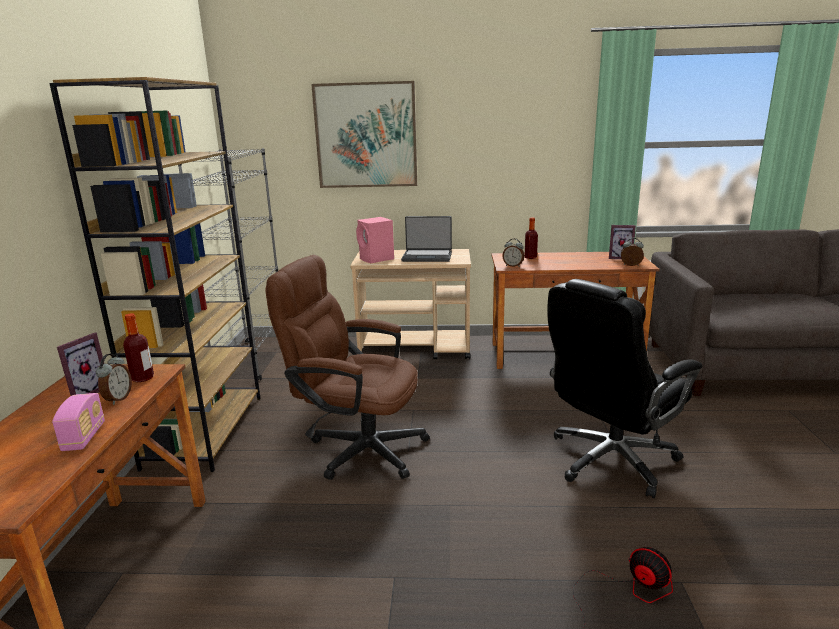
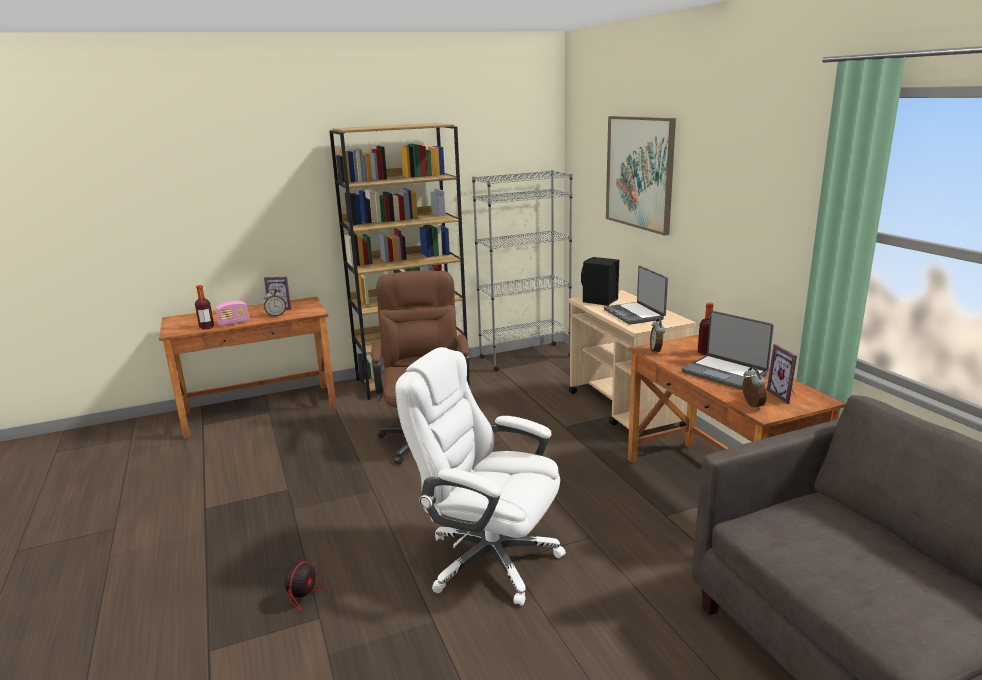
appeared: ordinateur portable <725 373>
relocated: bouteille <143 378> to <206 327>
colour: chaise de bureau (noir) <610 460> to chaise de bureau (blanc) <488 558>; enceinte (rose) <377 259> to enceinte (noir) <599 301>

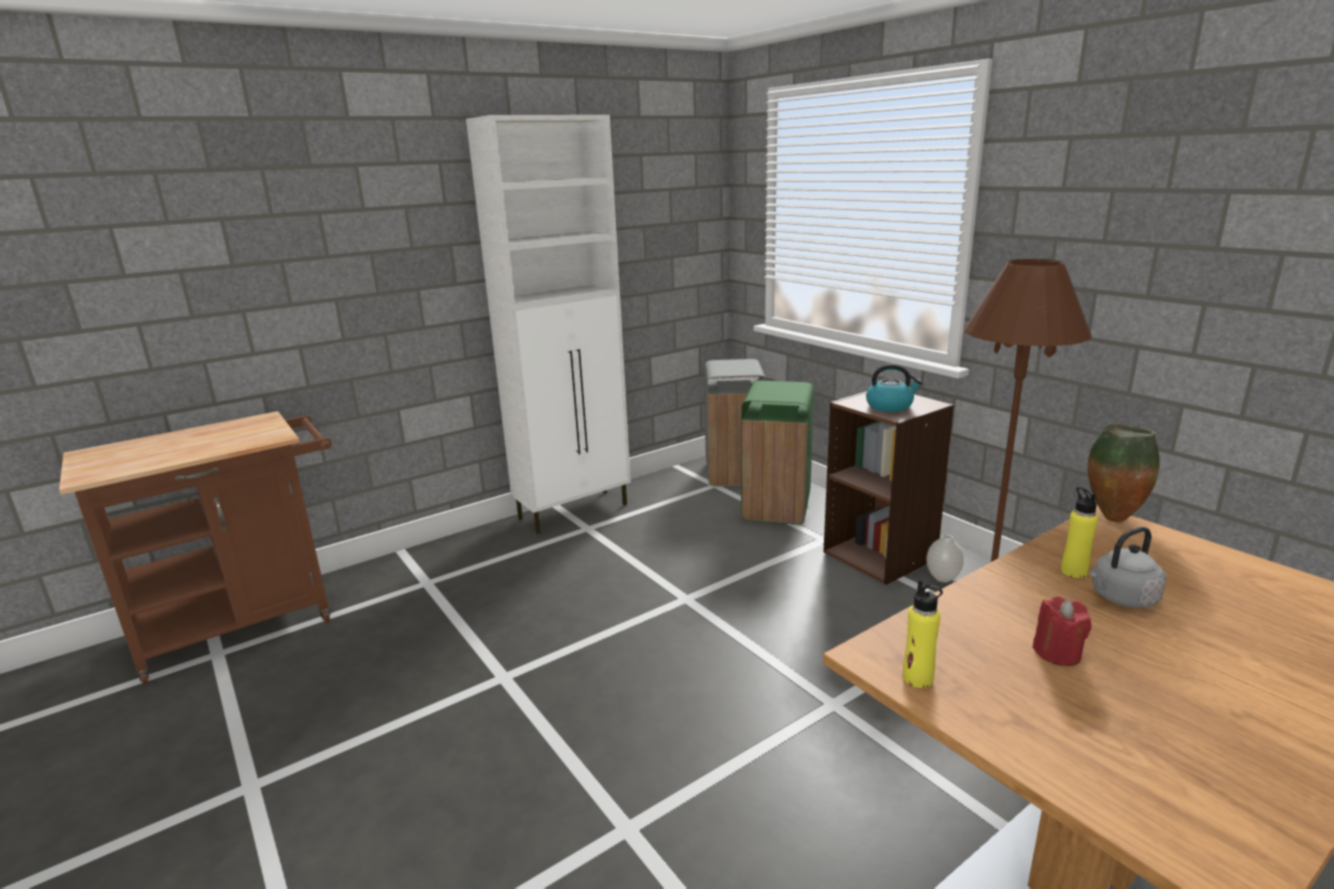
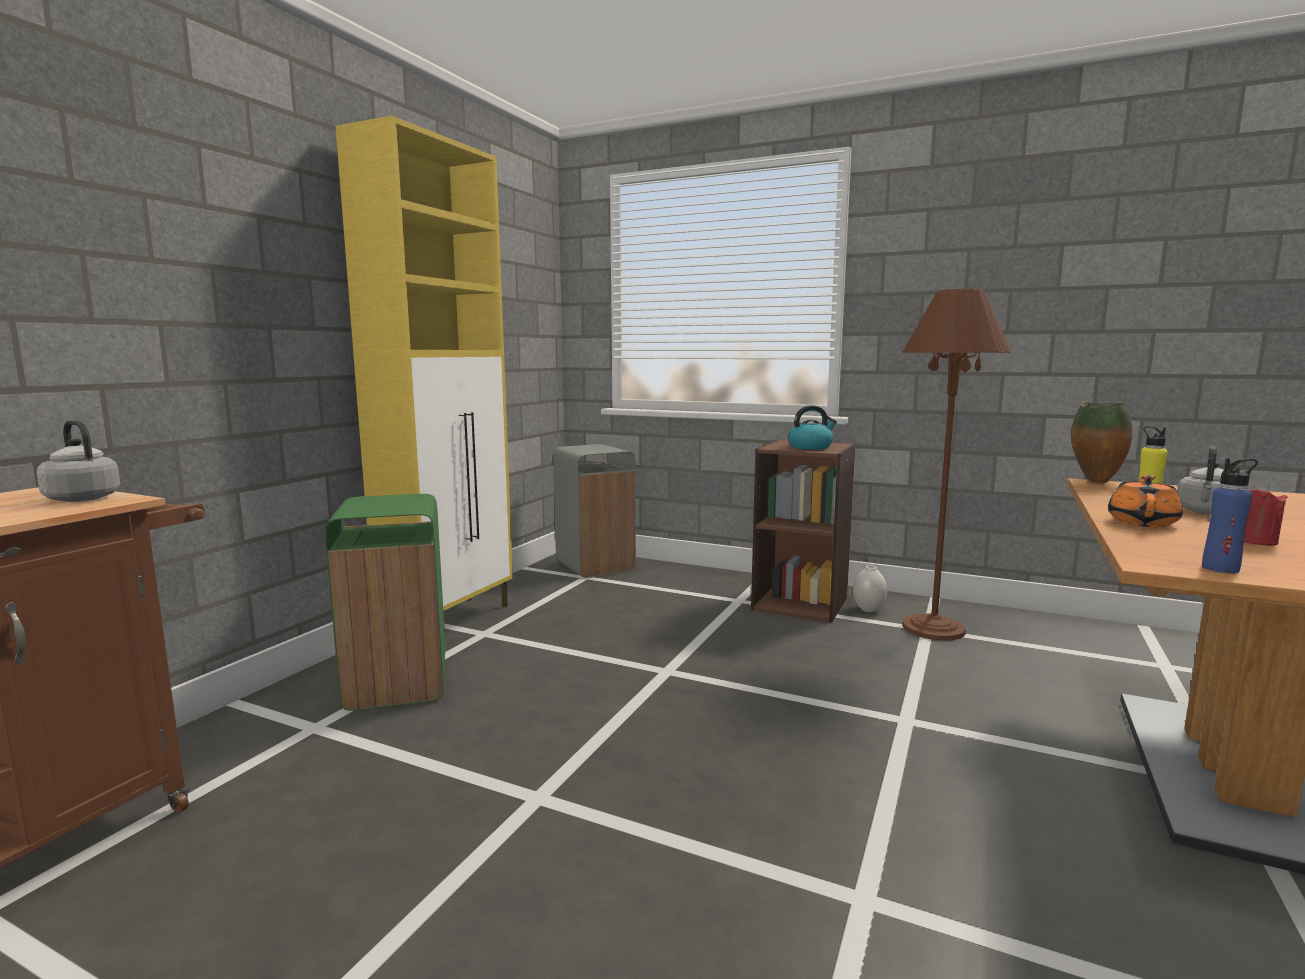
appeared: bouilloire (gris) <81 498>; théière (orange) <1142 522>
relocated: poubelle (vert) <777 508> to <399 682>
colour: meuble de rangement (blanc) <575 511> to meuble de rangement (jaune) <450 621>; bouteille (jaune) <917 678> to bouteille (bleu) <1220 569>

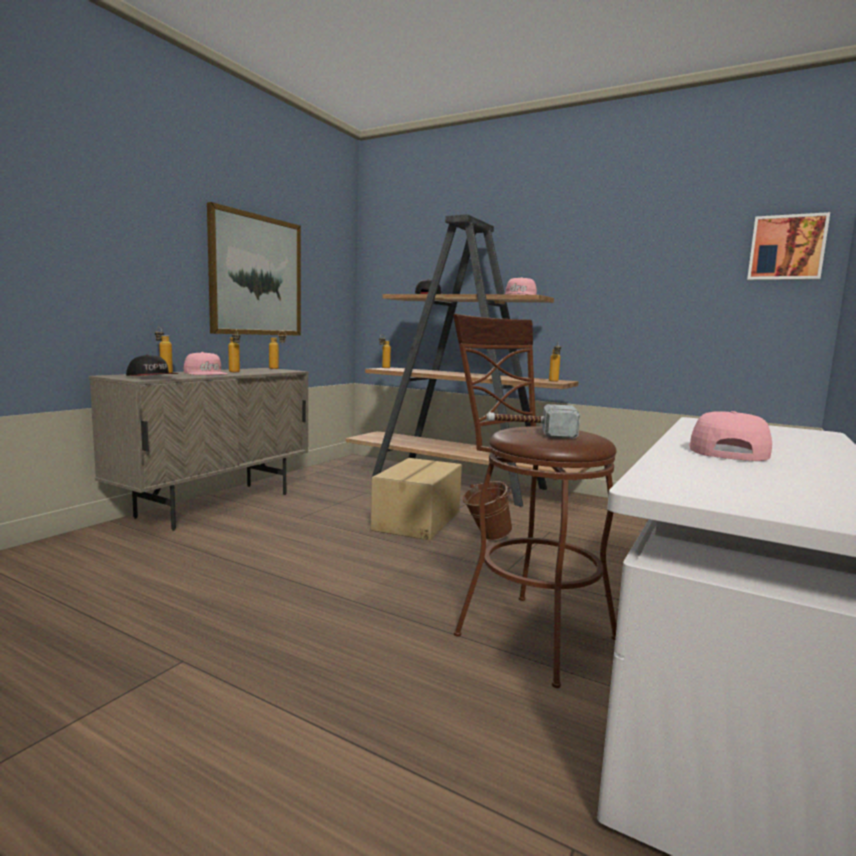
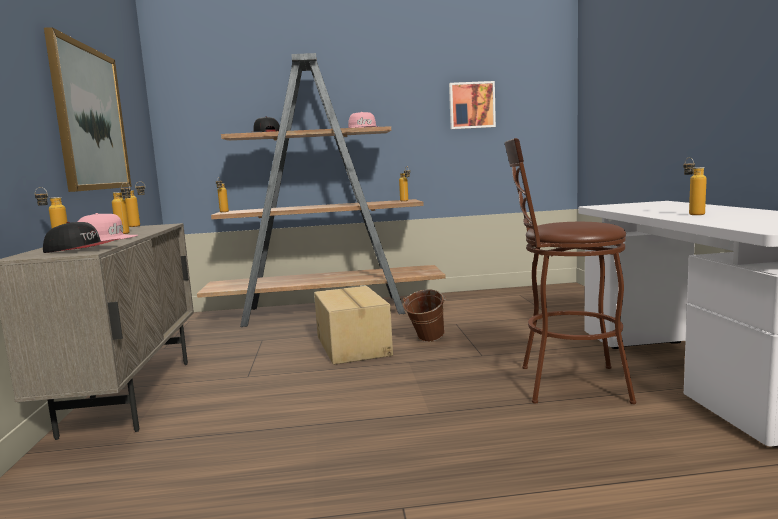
missing: marteau <531 433>
relocated: tableau <786 248> to <471 105>
exchanged: casquette (rose) <725 451> to bouteille <692 214>

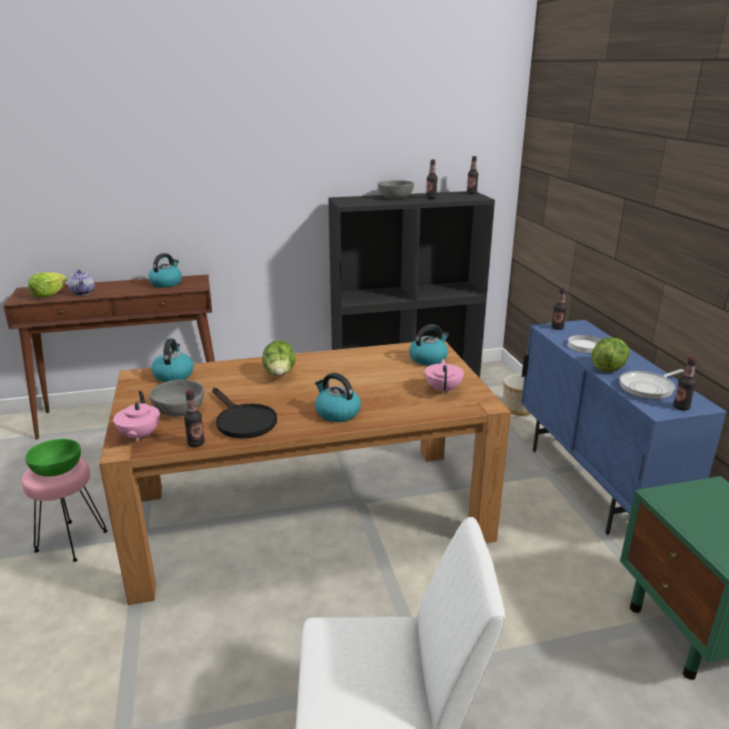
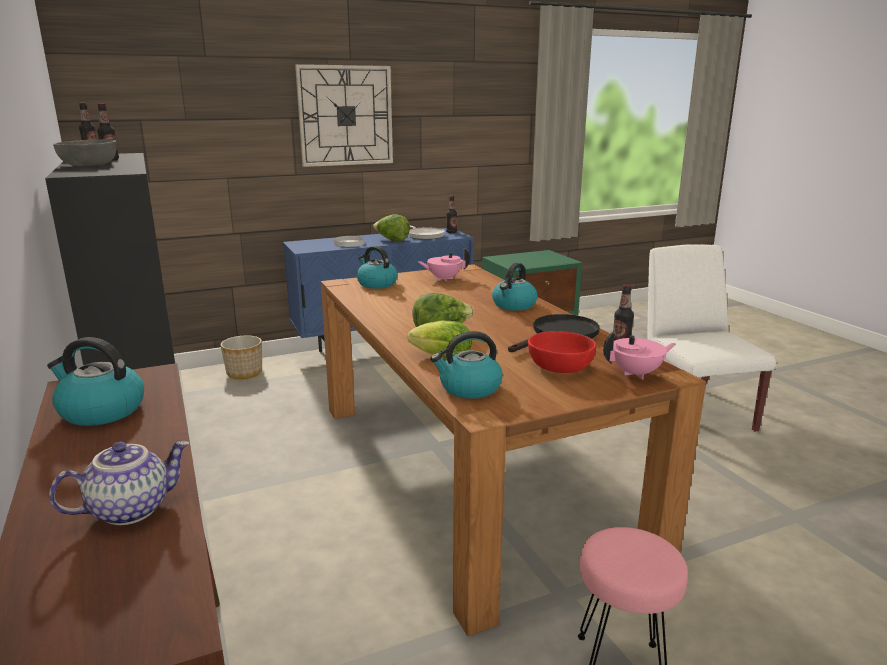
missing: bol (vert) <57 468>; bouteille <557 328>
appeared: horloge murale <345 116>
relocated: laitue <48 295> to <443 358>
colour: bol (gris) <179 409> to bol (rouge) <560 366>

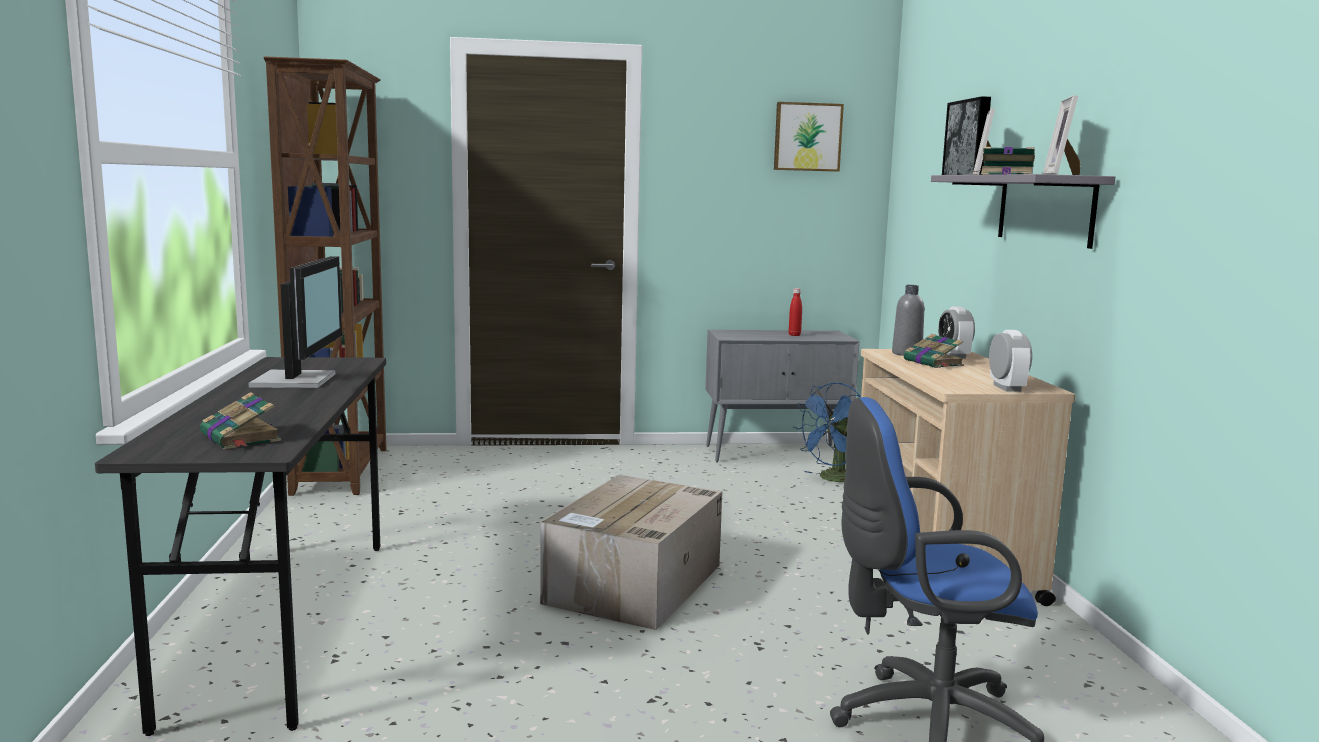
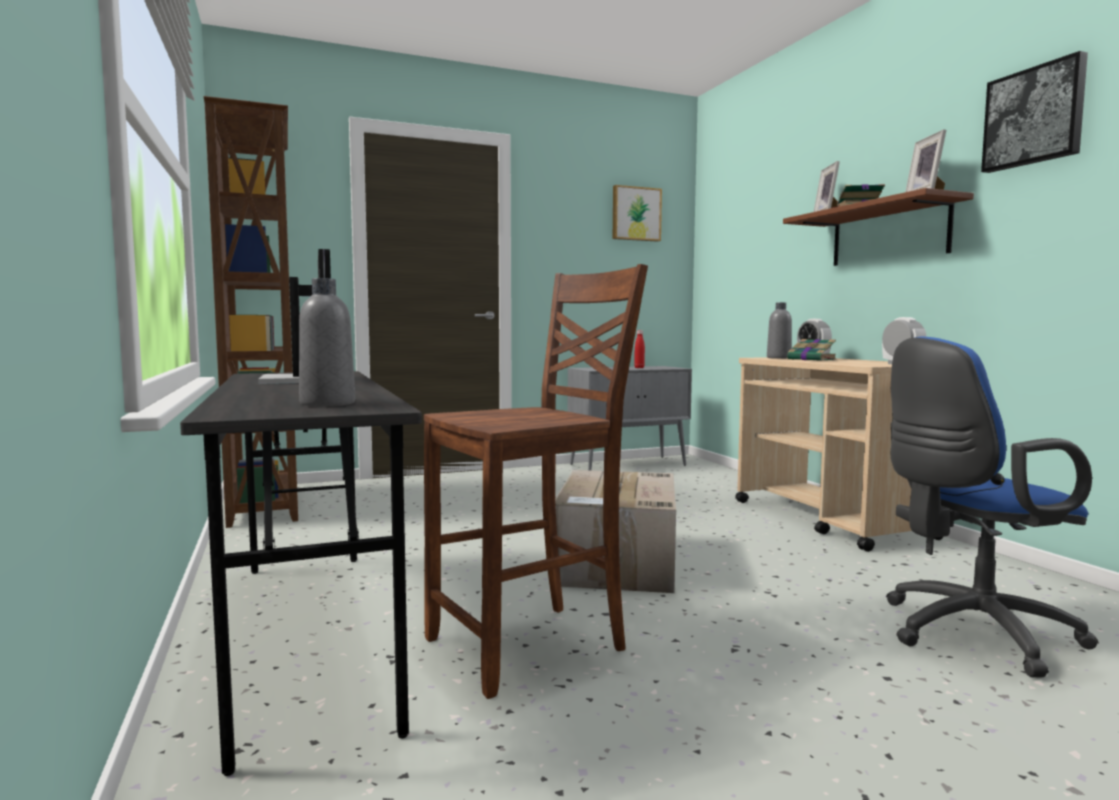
missing: ventilateur (bleu) <833 479>
appeared: chaise (marron) <531 646>
relocated: tableau <969 141> to <1034 116>
exchanged: livre <241 438> to bouteille (gris) <327 403>
colour: étagère (gris) <1045 209> to étagère (marron) <888 234>

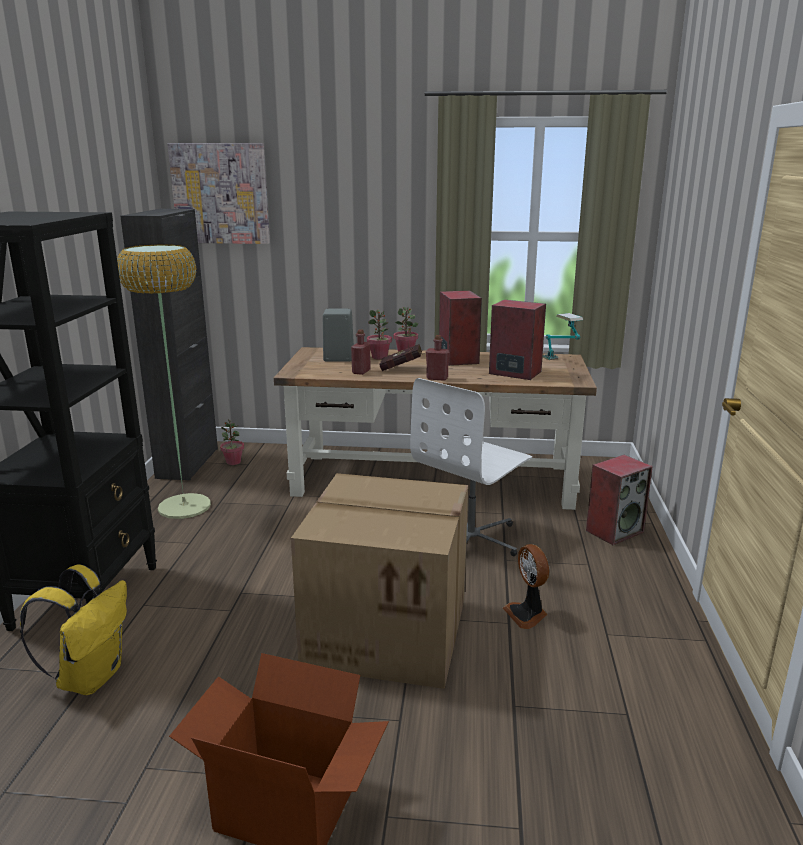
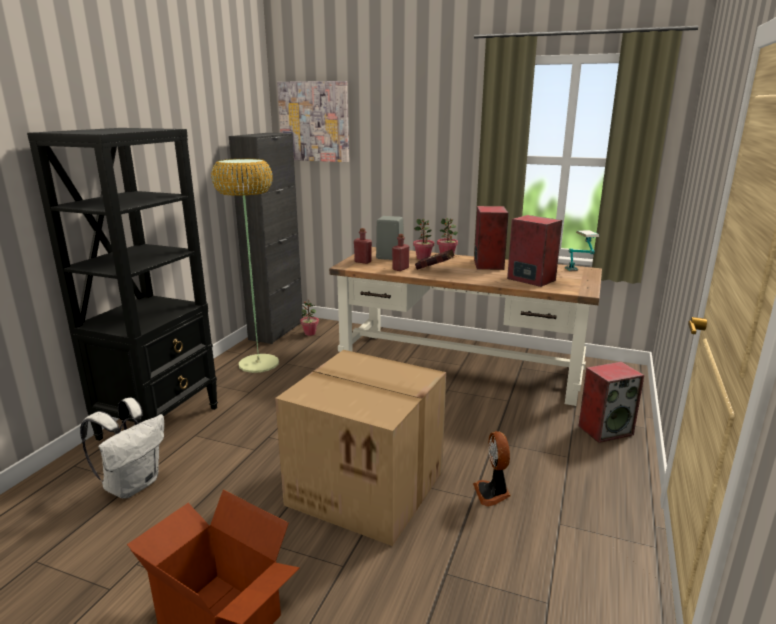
missing: chaise de bureau (blanc) <471 539>
relocated: bouteille (rouge) <437 378> to <363 262>
colour: sac à dos (jaune) <90 676> to sac à dos (blanc) <133 484>

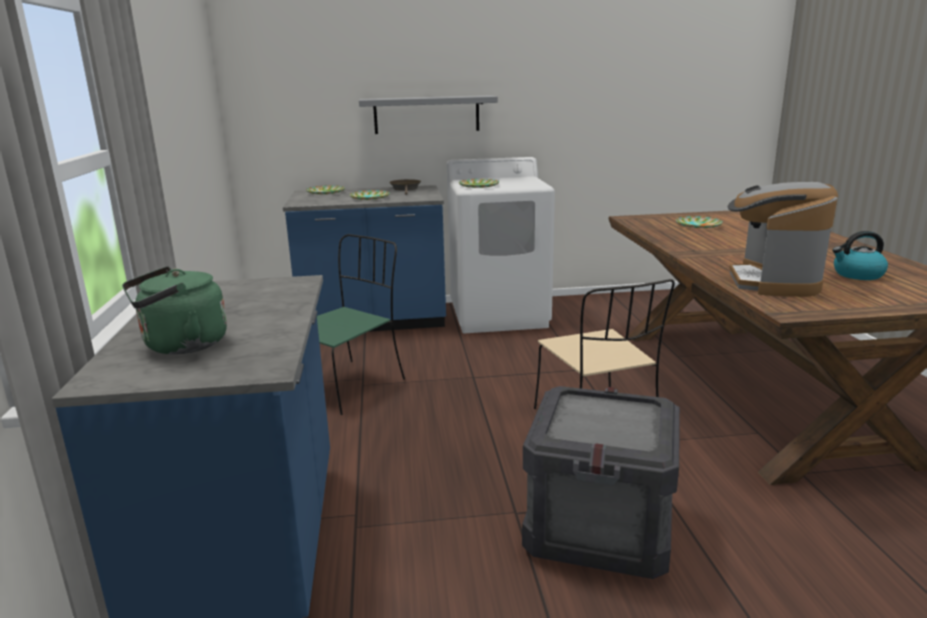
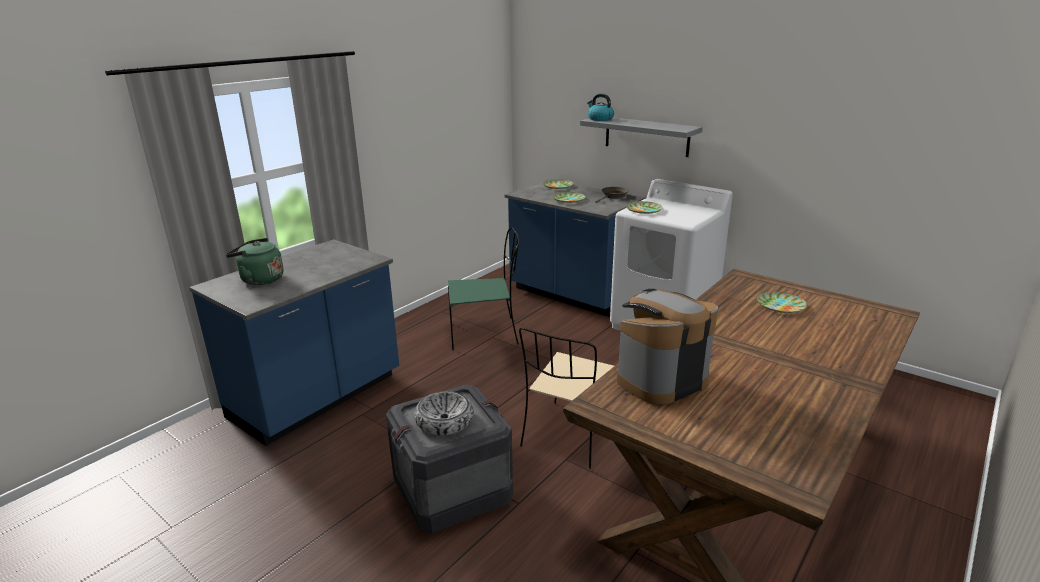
appeared: bol <444 421>
relocated: bouilloire <857 275> to <600 119>

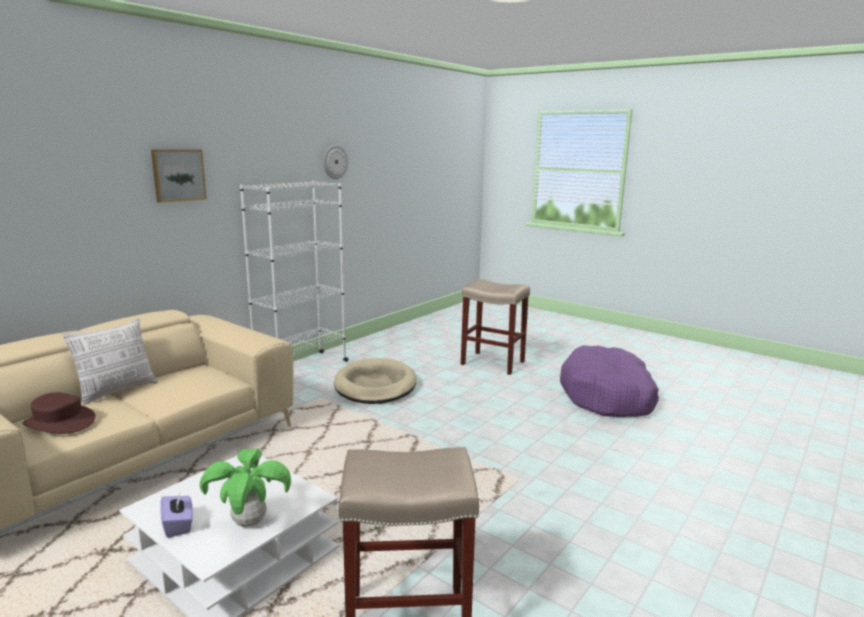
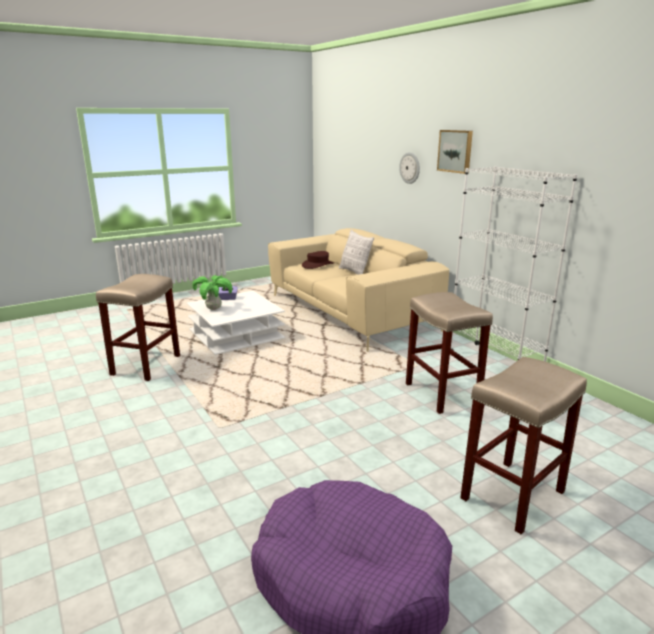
relocated: horloge murale <335 162> to <410 168>
exchanged: panier pour chien (beige) <375 385> to tabouret (beige) <441 393>

